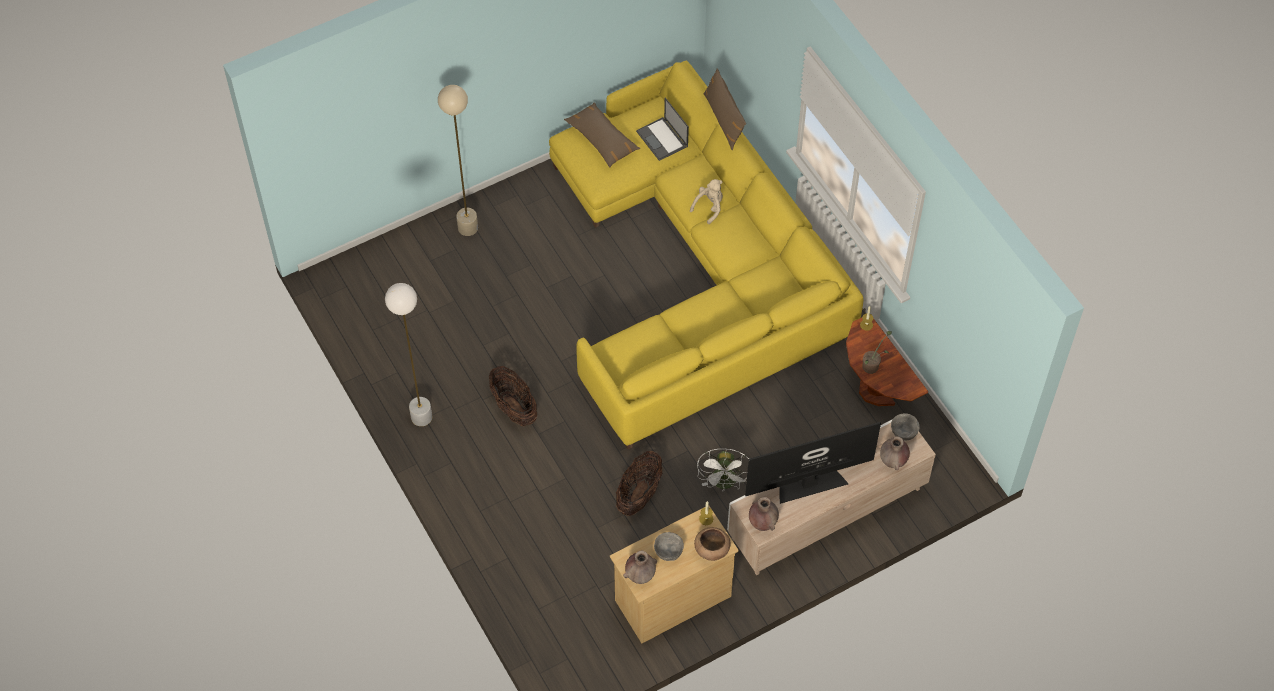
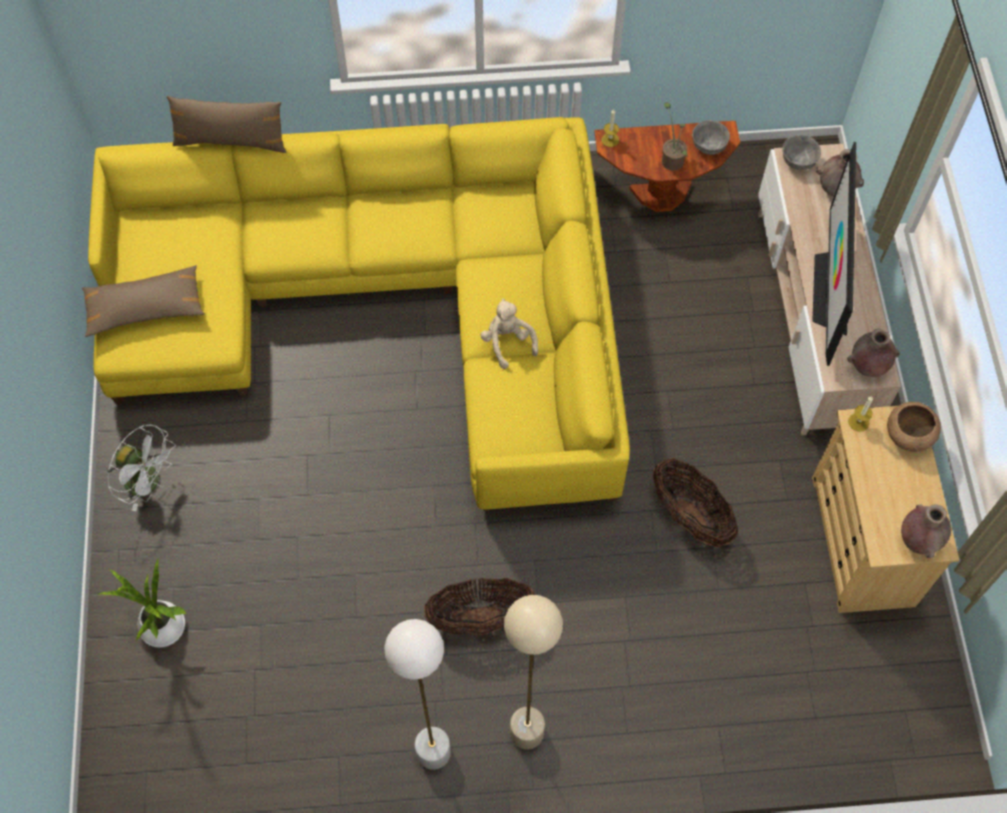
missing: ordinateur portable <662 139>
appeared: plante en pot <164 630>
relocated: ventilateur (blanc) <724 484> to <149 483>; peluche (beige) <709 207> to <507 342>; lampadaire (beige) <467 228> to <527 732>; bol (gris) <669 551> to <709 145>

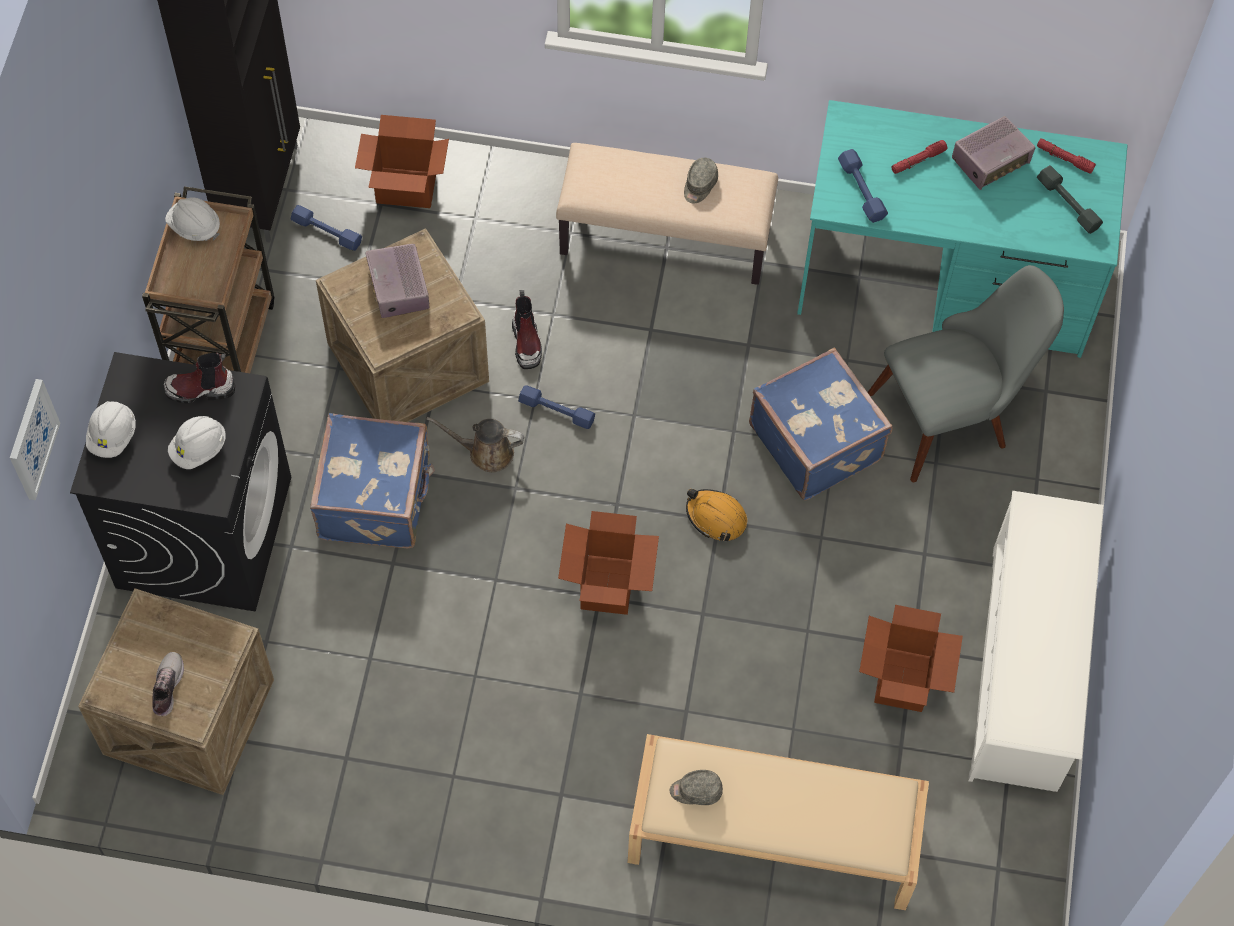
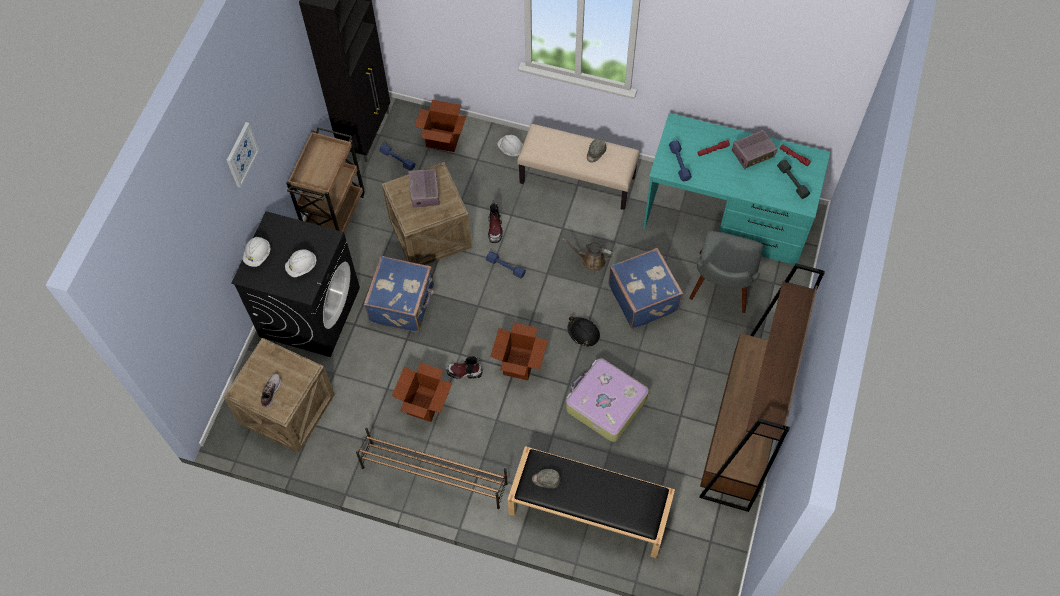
appeared: étagère à chaussures (marron) <433 475>; valise <605 404>
relocated: tableau <32 439> to <241 154>; carton <902 680> to <425 404>; botte <200 389> to <465 372>; casque de chantier (blanc) <194 227> to <510 149>; arrosoir (marron) <486 452> to <591 260>
exchanged: étagère à chaussures (blanc) <1024 669> to bibliothèque (marron) <740 434>
colour: banc (beige) <771 837> to banc (noir) <588 510>; casque de chantier (orange) <716 517> to casque de chantier (noir) <583 333>
spun: chaise (gris) <953 414> = <721 290> 120 degrees clockwise

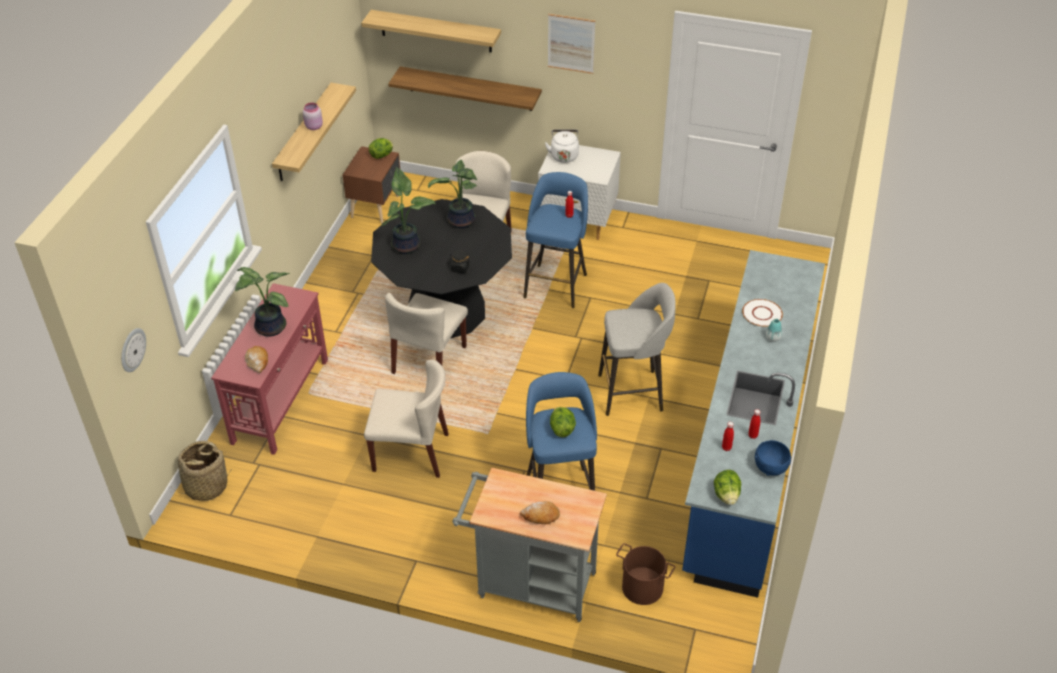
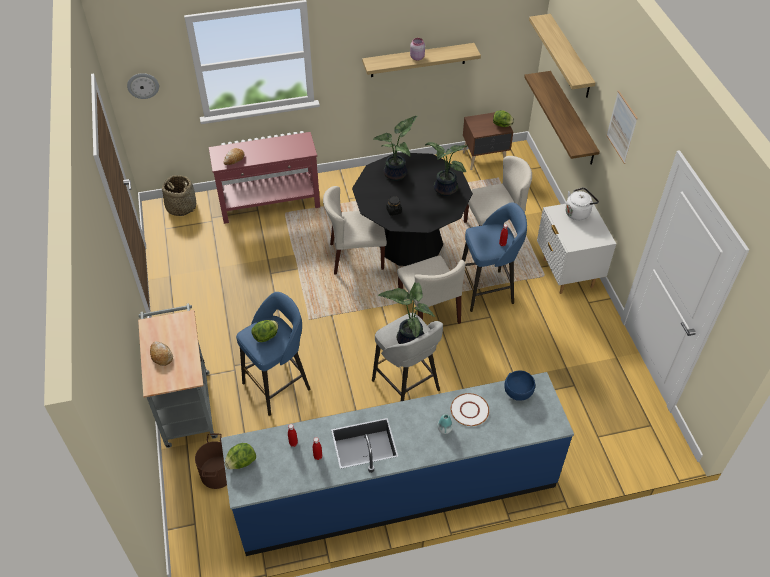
relocated: plante en pot <268 328> to <409 338>; chaise (beige) <411 452> to <429 311>; bol (bleu) <770 466> to <518 392>

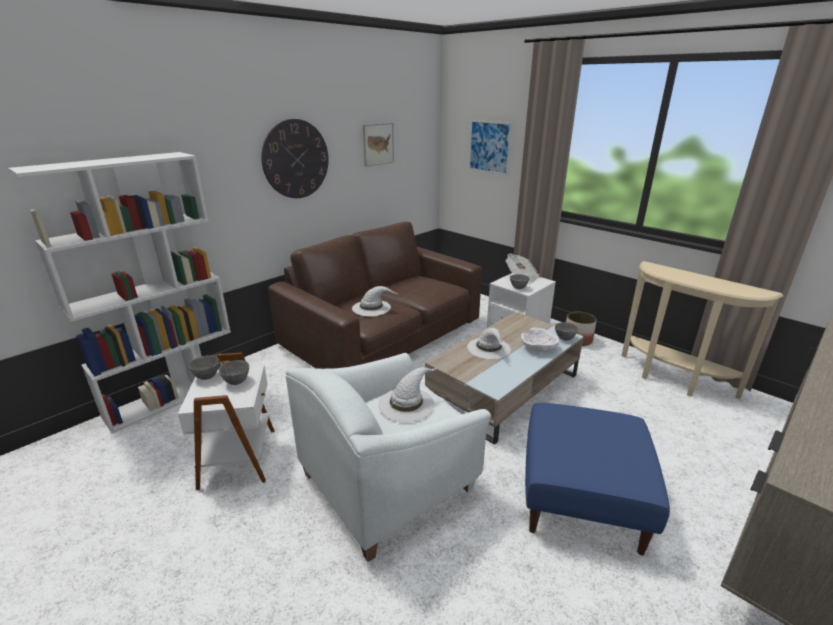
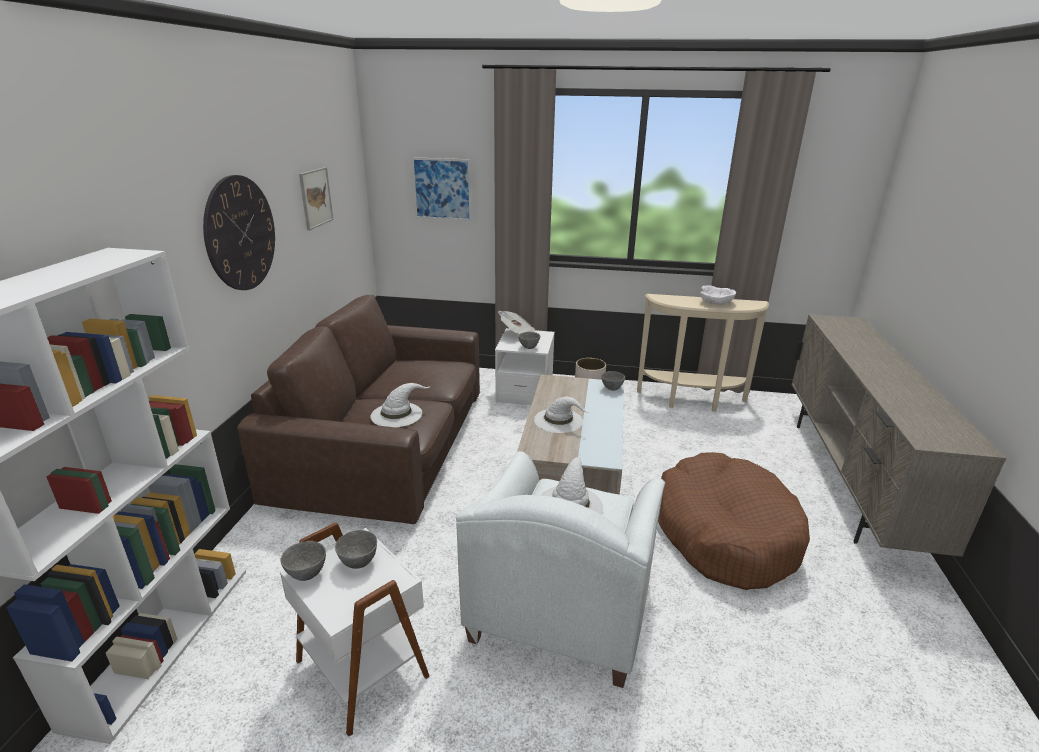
relocated: bol (blanc) <539 347> to <716 302>
exchanged: pouf (bleu) <582 499> to panier pour chien (marron) <724 533>

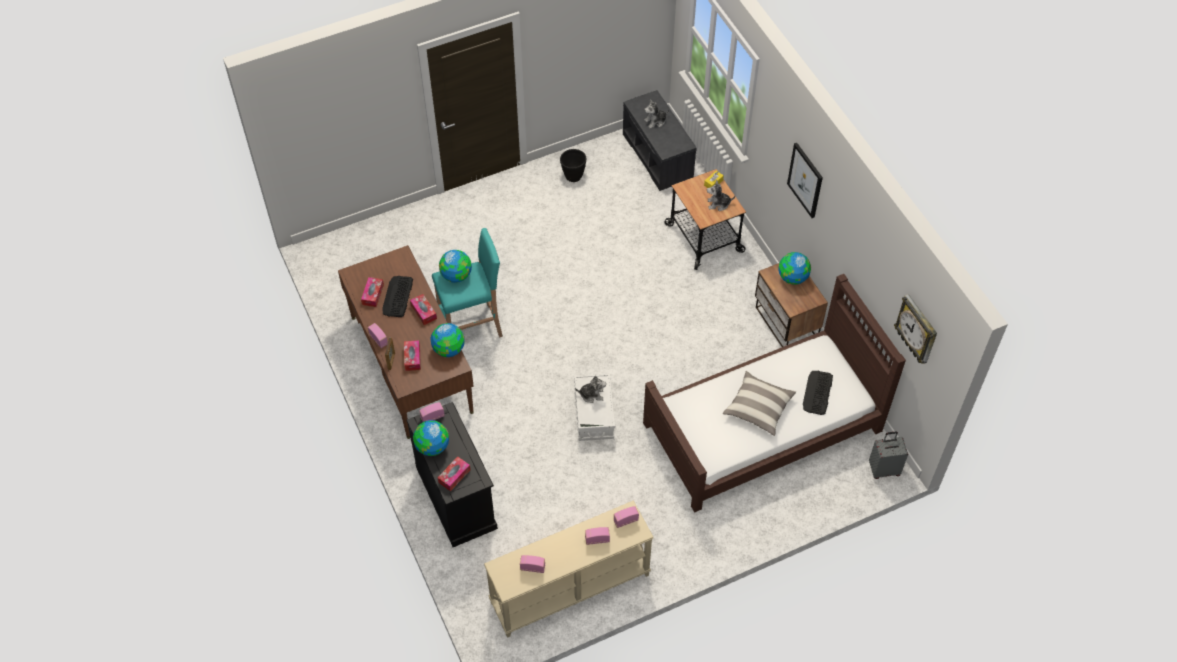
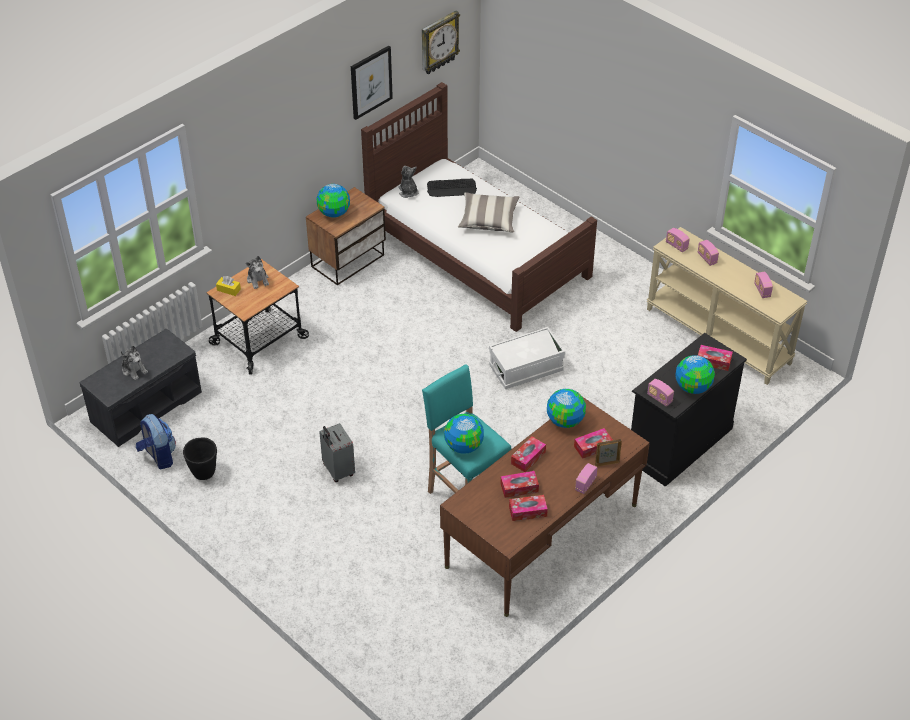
appeared: sac à dos <158 456>
relocated: valise (gris) <884 469> to <337 471>; tableau <805 180> to <370 82>; peluche <591 394> to <408 192>
exchanged: clavier <397 297> to boîte à mouchoirs <519 488>

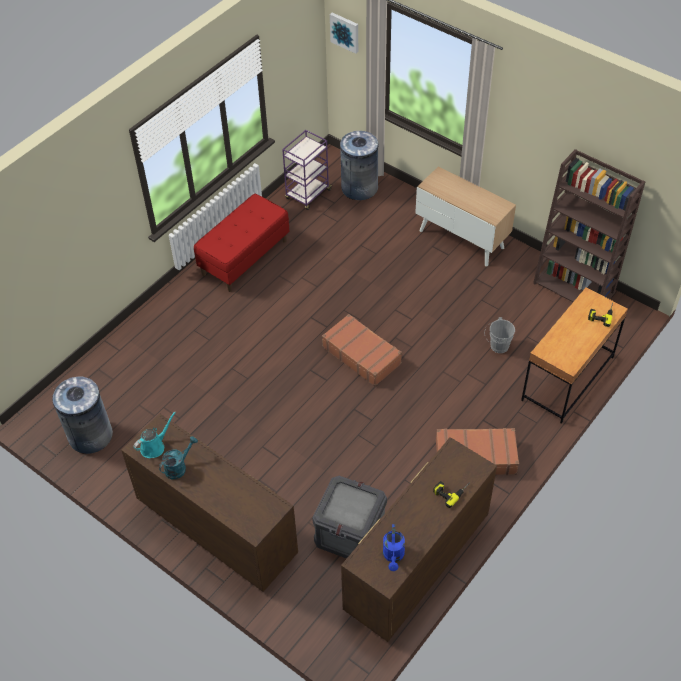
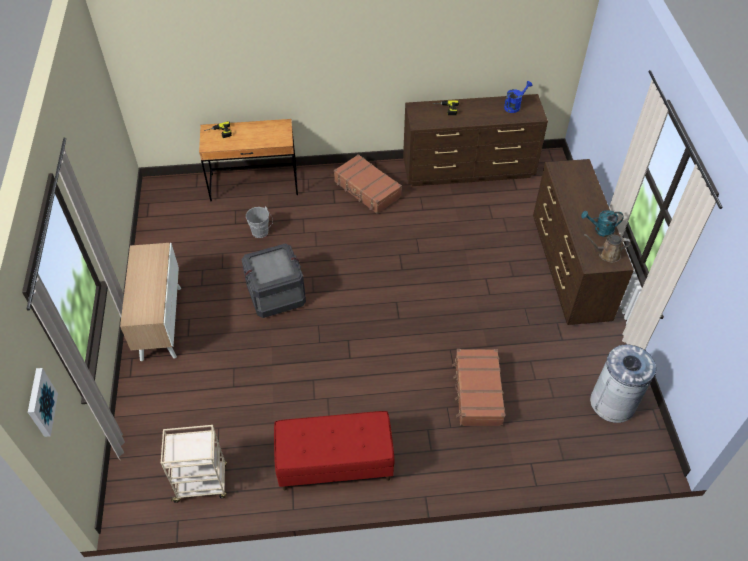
missing: poubelle (gris) <359 188>; bibliothèque (marron) <574 288>
relocated: caisse <351 533> to <276 294>; valise (marron) <362 355> to <477 392>
colour: chariot (violet) <308 195> to chariot (beige) <202 483>; arrosoir (turquoise) <154 446> to arrosoir (marron) <606 254>

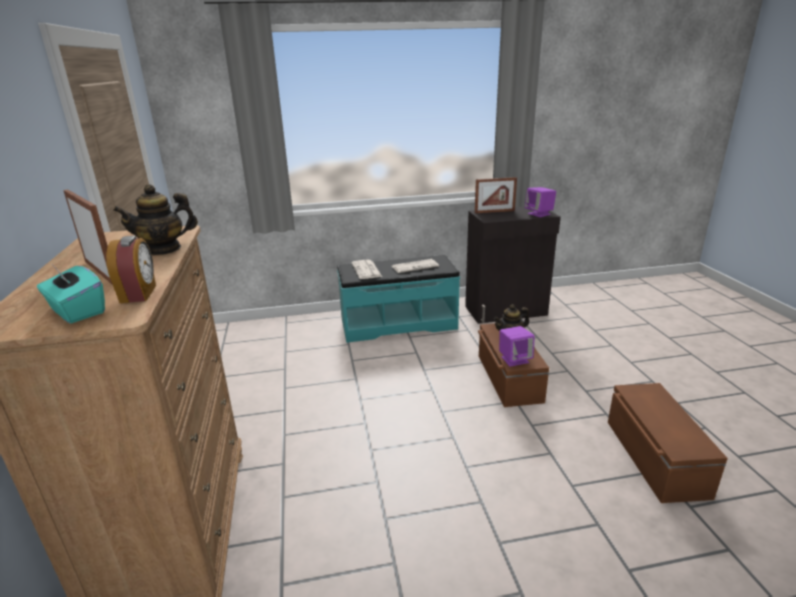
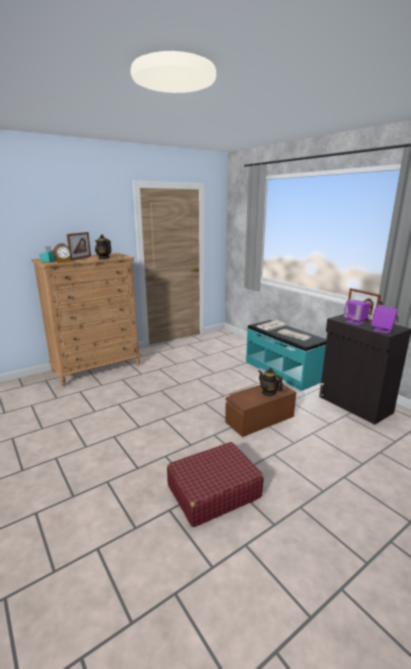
relocated: enceinte (violet) <514 359> to <355 322>
exchanged: boîte de rangement (marron) <654 457> to valise (rouge) <213 491>

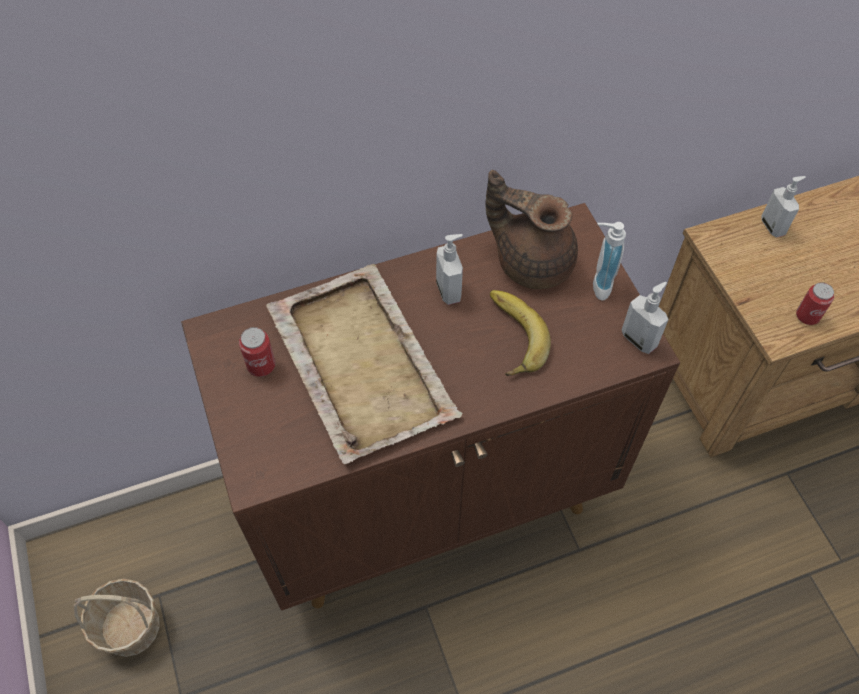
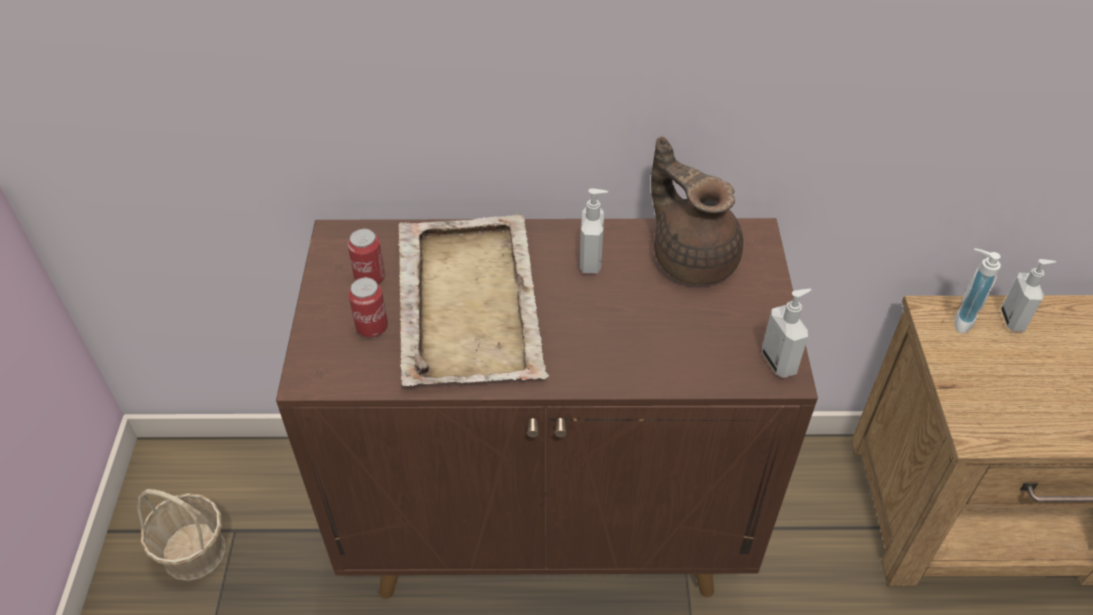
missing: banane <509 336>
relocated: boîte métallique <807 316> to <372 327>; distributeur de savon <597 284> to <959 318>

